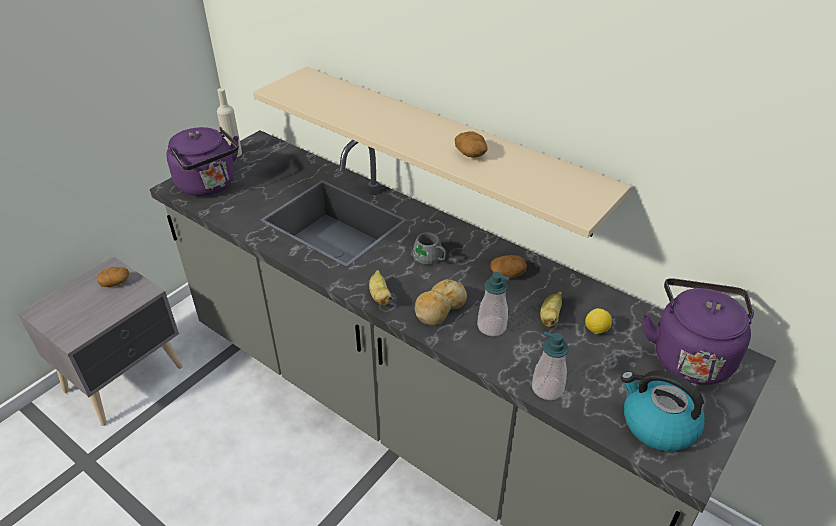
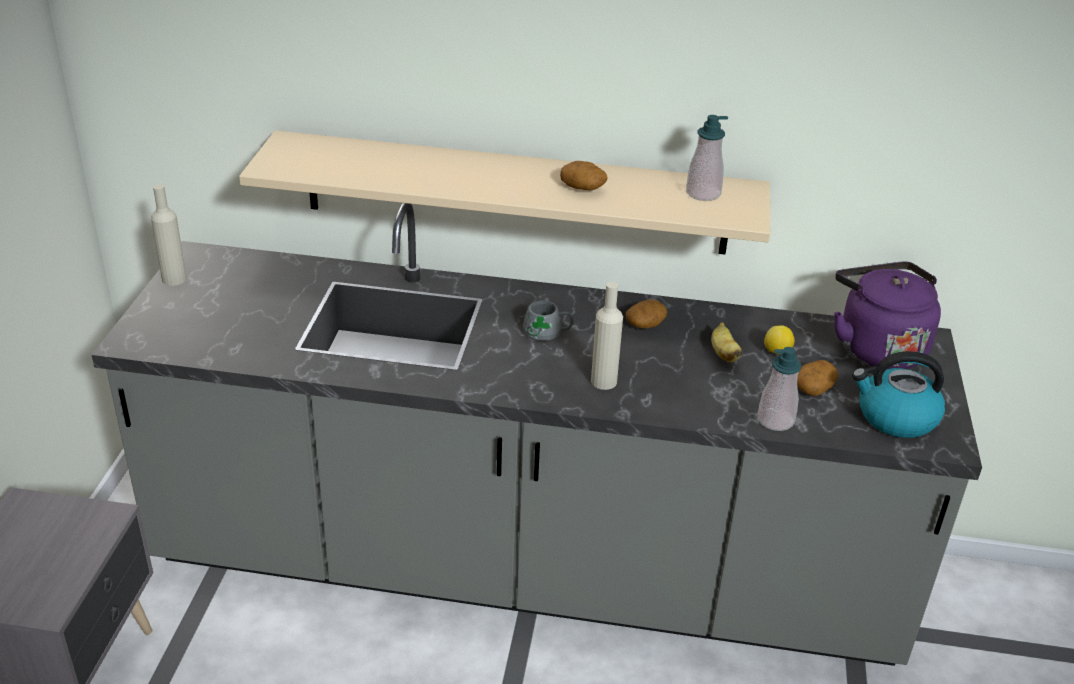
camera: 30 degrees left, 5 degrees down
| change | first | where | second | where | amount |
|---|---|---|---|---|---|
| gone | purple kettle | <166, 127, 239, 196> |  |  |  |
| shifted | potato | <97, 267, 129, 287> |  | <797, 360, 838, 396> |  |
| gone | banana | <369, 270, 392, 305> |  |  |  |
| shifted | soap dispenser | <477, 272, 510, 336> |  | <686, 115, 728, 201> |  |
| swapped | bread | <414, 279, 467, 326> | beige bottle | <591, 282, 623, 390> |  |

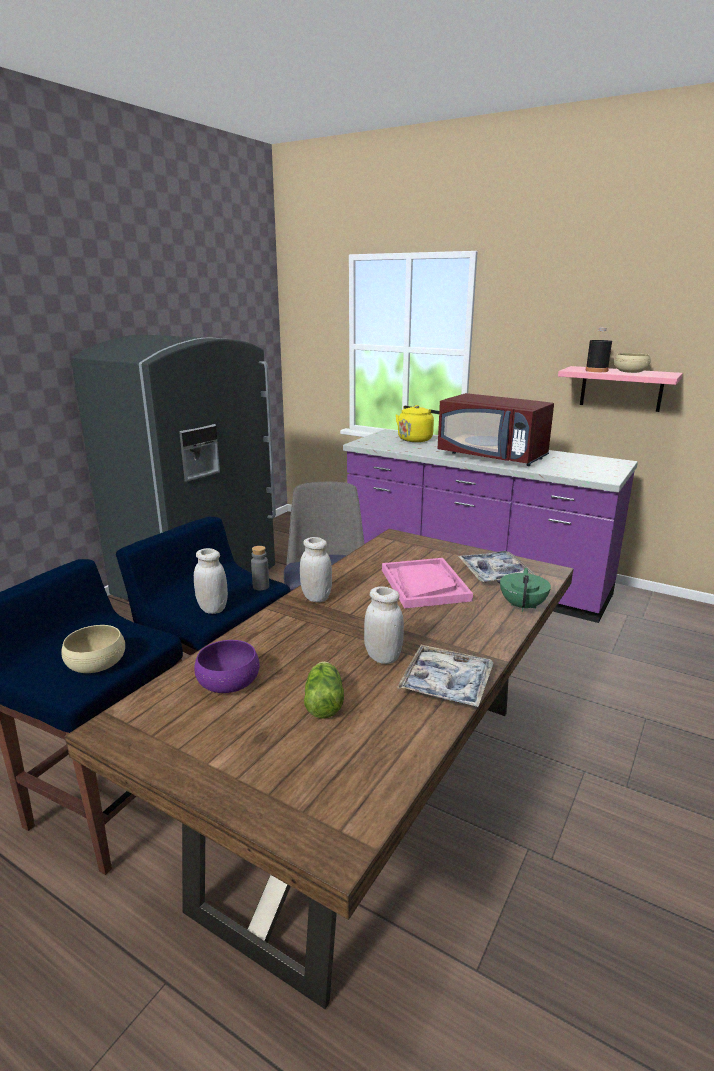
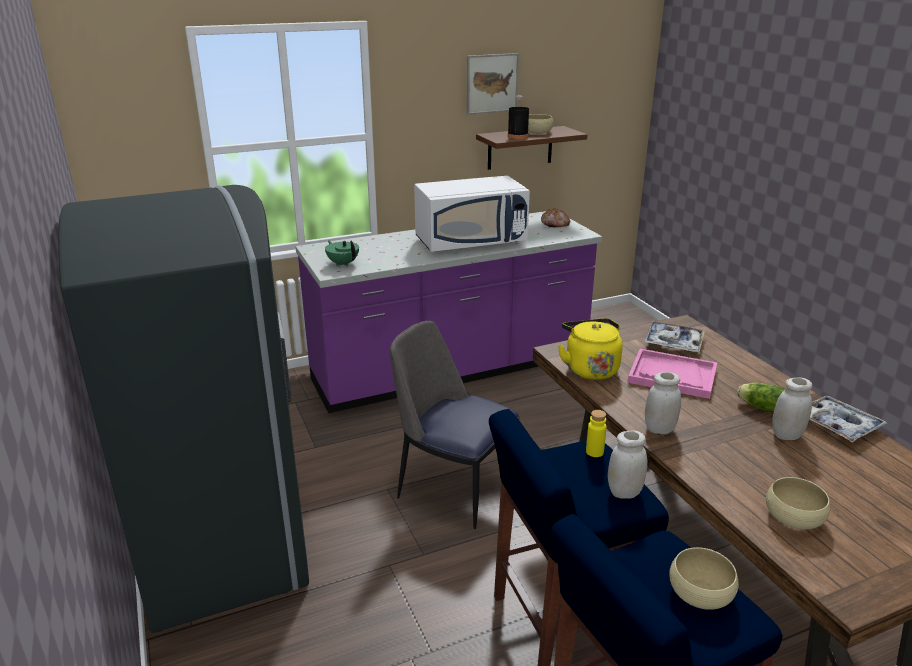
camera: 55 degrees left, 5 degrees up
| change | first | where | second | where | amount |
|---|---|---|---|---|---|
| repainted | pink shelf | <558, 366, 683, 412> | brown shelf | <476, 126, 587, 170> |  |
| repainted | red microwave | <438, 393, 554, 466> | white microwave | <414, 176, 530, 252> |  |
| shifted | yellow kettle | <396, 405, 439, 442> |  | <558, 318, 623, 380> |  |
| repainted | grey bottle | <251, 546, 269, 590> | yellow bottle | <586, 410, 607, 457> |  |
| shifted | green teapot | <500, 568, 551, 612> |  | <325, 240, 359, 266> |  |
| repainted | purple bowl | <194, 640, 260, 693> | beige bowl | <766, 477, 830, 529> |  |
| shifted | lettuce | <304, 662, 344, 718> |  | <737, 382, 785, 413> |  |
| new |  |  | picture | <467, 53, 519, 115> |  |
| new |  |  | bread | <541, 208, 571, 227> |  |

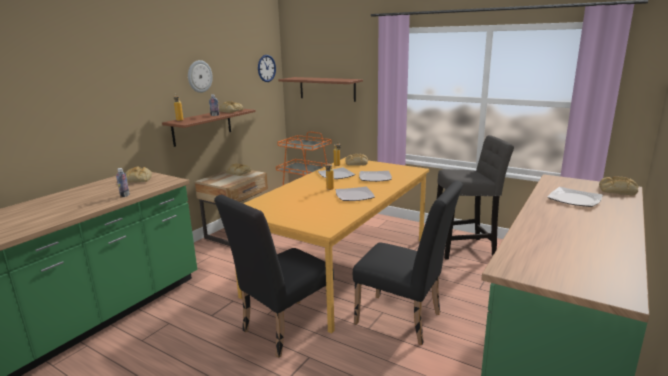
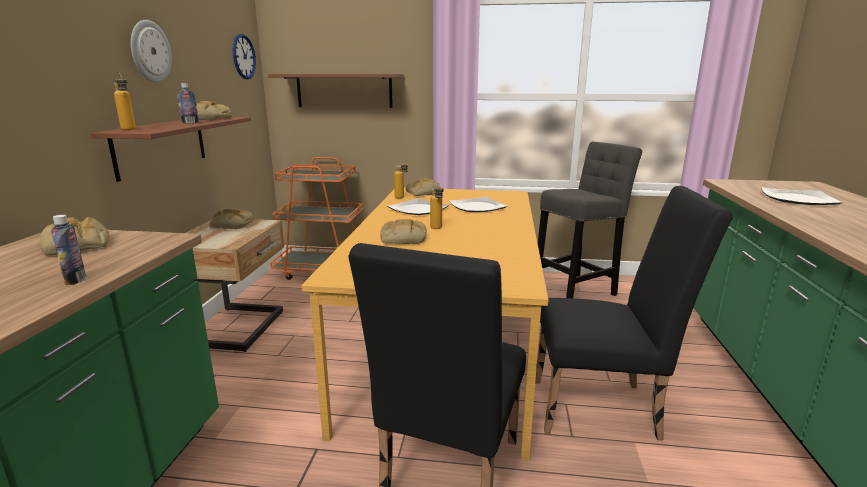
camera: 25 degrees left, 0 degrees up
| change | first | where | second | where | amount |
|---|---|---|---|---|---|
| shifted | bread | <599, 176, 638, 195> |  | <380, 219, 427, 244> |  |
| gone | plate | <336, 187, 375, 201> |  |  |  |

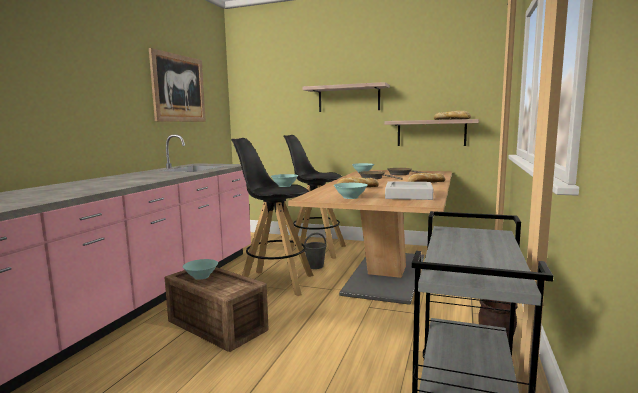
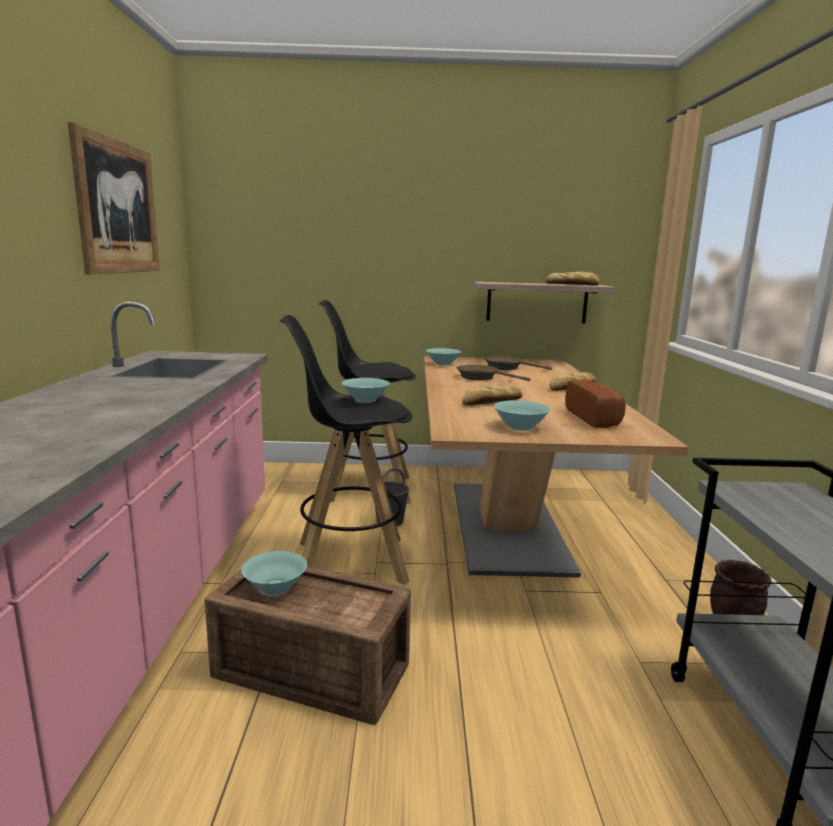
camera: 20 degrees left, 5 degrees up
| change | first | where | second | where | amount |
|---|---|---|---|---|---|
| gone | shelf | <303, 82, 390, 112> |  |  |  |
| swapped | grey tray | <385, 181, 433, 200> | bread | <566, 380, 626, 428> |  |

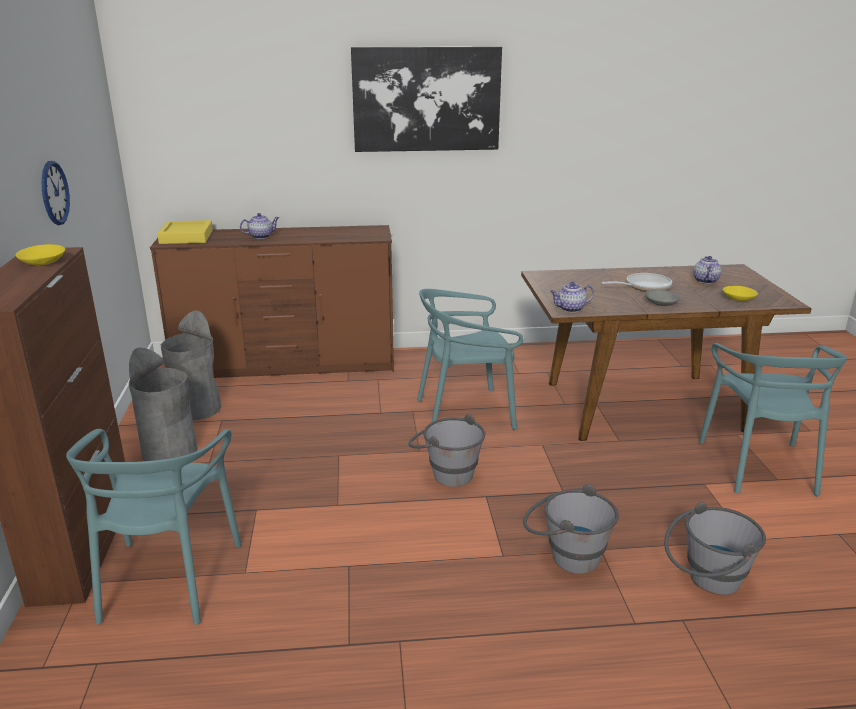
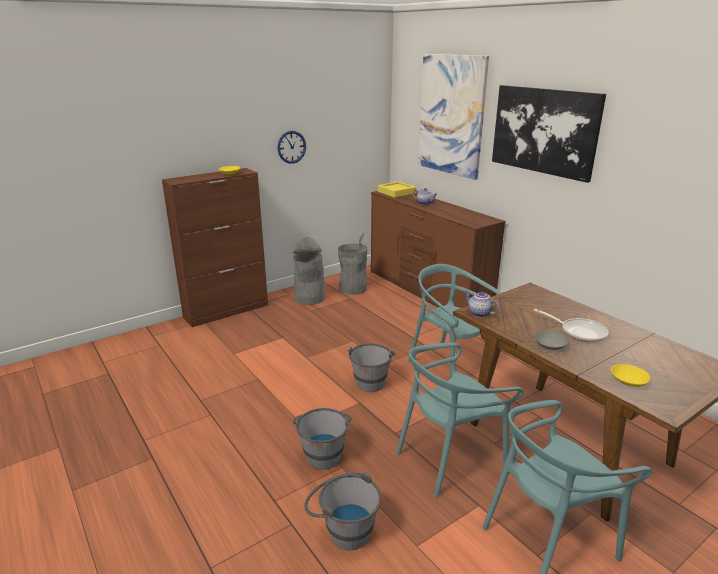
camera: 60 degrees right, 0 degrees up
| change | first | where | second | where | amount |
|---|---|---|---|---|---|
| gone | teapot | <693, 256, 722, 284> |  |  |  |
| shifted | turquoise chair | <66, 429, 241, 625> |  | <396, 342, 524, 497> |  |
| new |  |  | picture | <418, 54, 489, 180> |  |

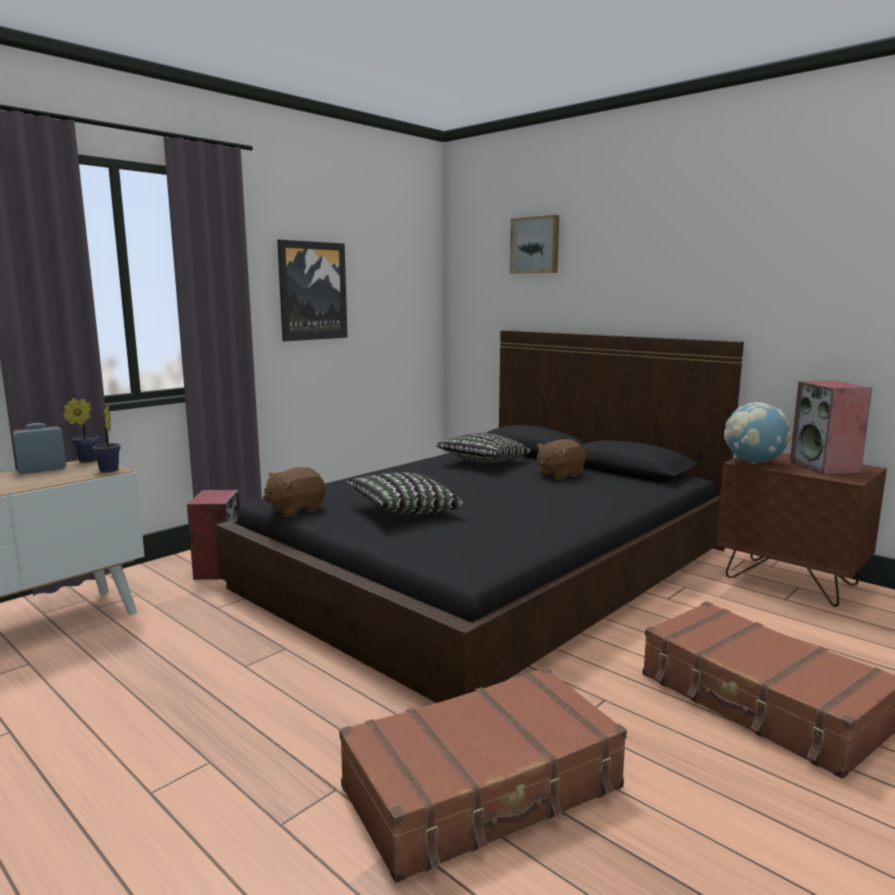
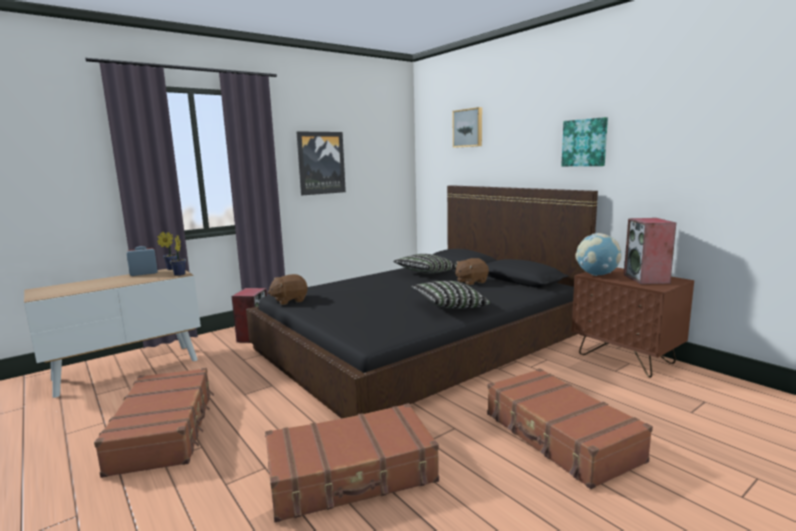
camera: 10 degrees right, 0 degrees up
| change | first | where | second | where | amount |
|---|---|---|---|---|---|
| shifted | pillow | <347, 472, 464, 514> |  | <412, 281, 490, 309> |  |
| new |  |  | picture | <561, 117, 608, 166> |  |
| new |  |  | brown suitcase | <94, 368, 214, 478> |  |

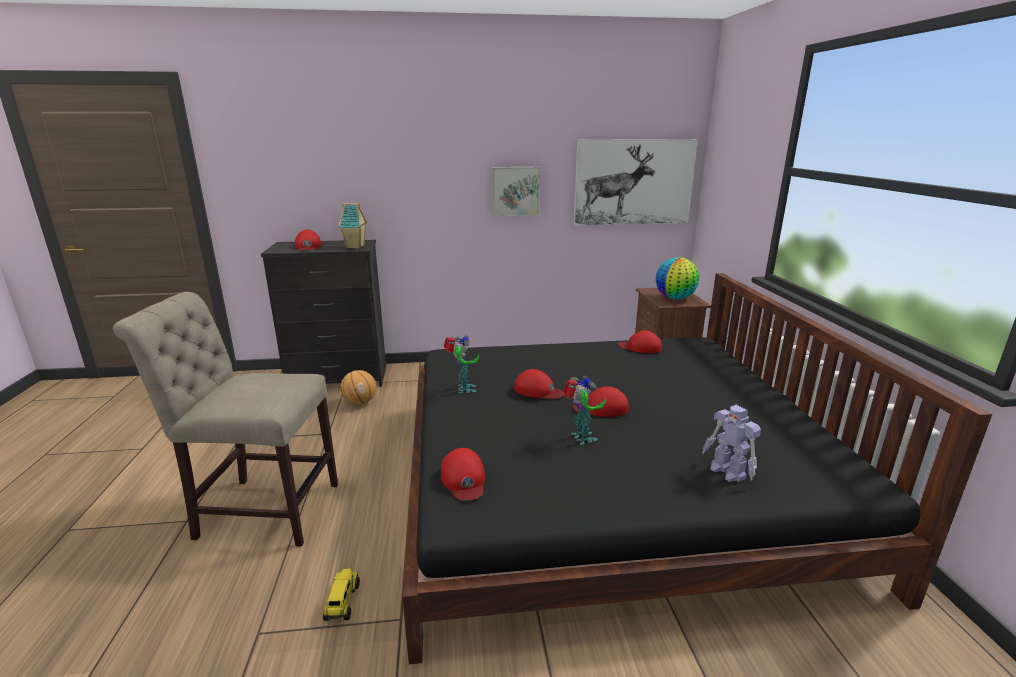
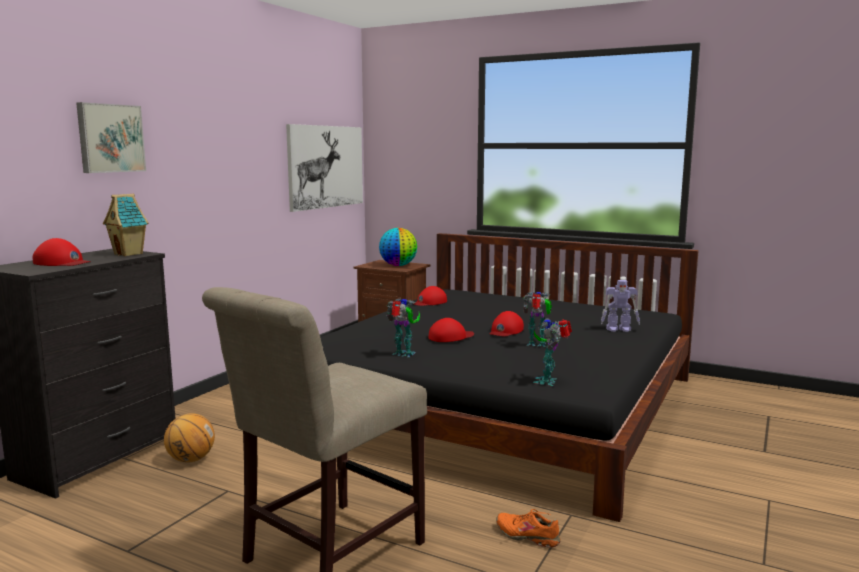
camera: 55 degrees left, 10 degrees down
| change | first | where | second | where | amount |
|---|---|---|---|---|---|
| shifted | picture | <492, 167, 540, 216> |  | <76, 102, 146, 173> |  |
| swapped | red cap | <441, 448, 485, 501> | toy robot | <533, 318, 572, 386> |  |
| swapped | toy truck | <323, 568, 360, 621> | orange shoe | <496, 509, 561, 548> |  |

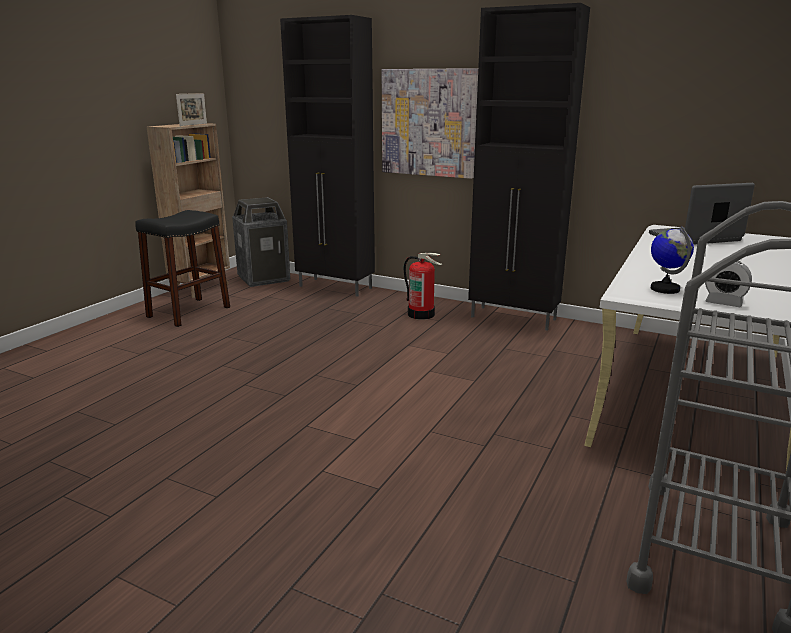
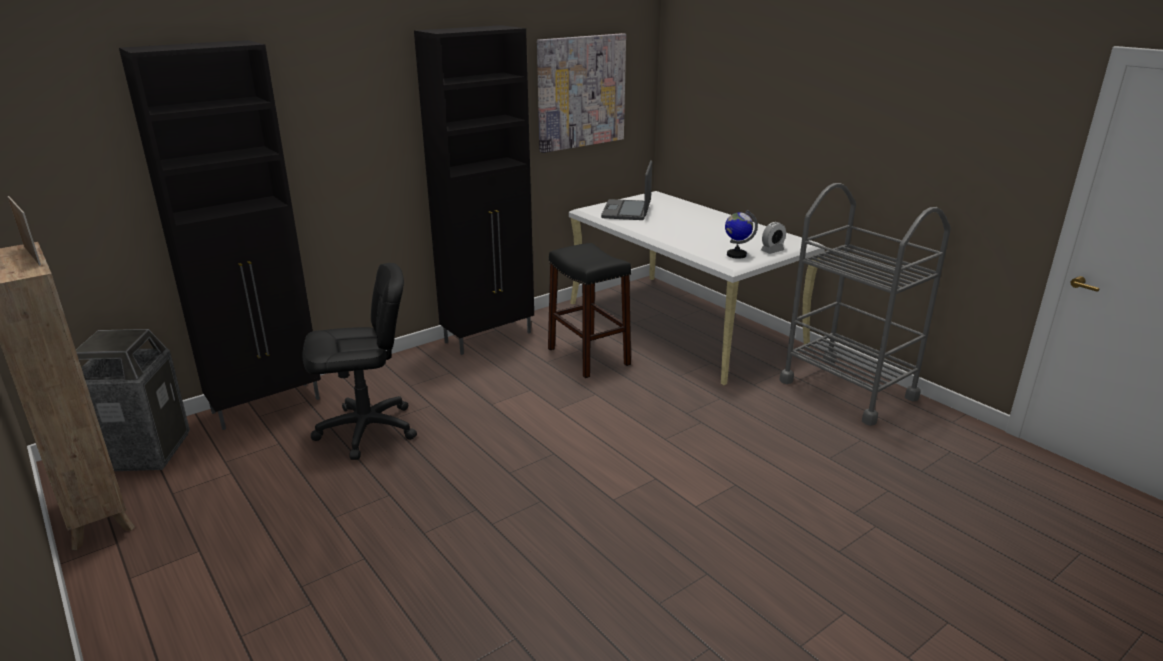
camera: 65 degrees left, 5 degrees up
| change | first | where | second | where | amount |
|---|---|---|---|---|---|
| shifted | picture | <382, 68, 478, 179> |  | <537, 33, 626, 153> |  |
| shifted | black stool | <135, 210, 230, 327> |  | <548, 243, 631, 378> |  |
| gone | fire extinguisher | <403, 253, 442, 320> |  |  |  |
| new |  |  | black office chair | <302, 263, 417, 460> |  |

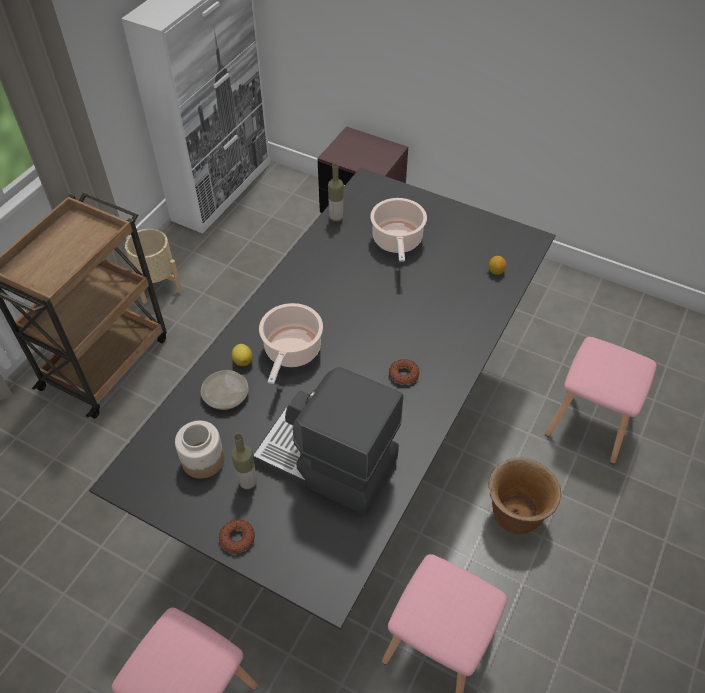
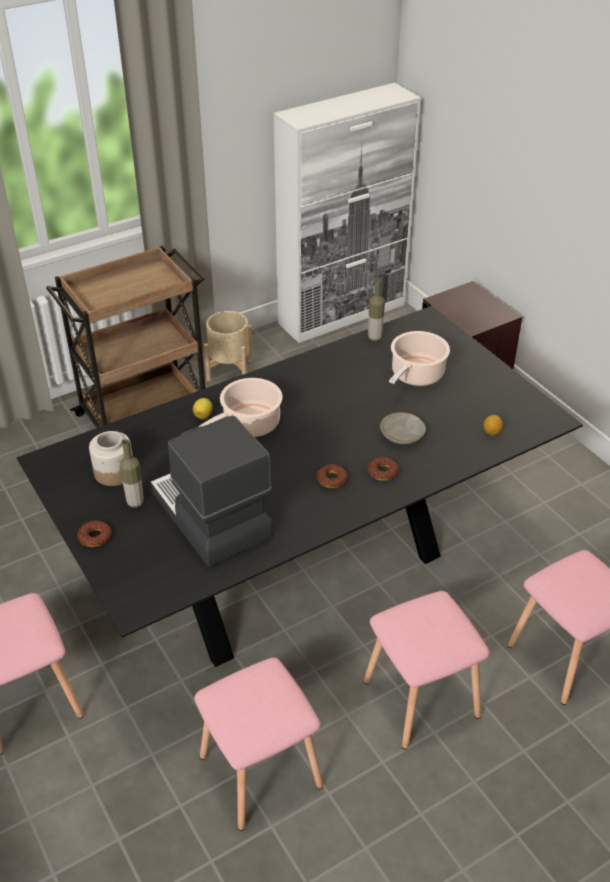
camera: 30 degrees right, 10 degrees down
| change | first | where | second | where | amount |
|---|---|---|---|---|---|
| shifted | beige plate | <201, 370, 249, 410> |  | <380, 412, 426, 444> |  |
| swapped | brown planter | <488, 457, 561, 534> | pink stool | <363, 591, 490, 749> |  |
| new |  |  | donut | <368, 457, 399, 481> |  |

